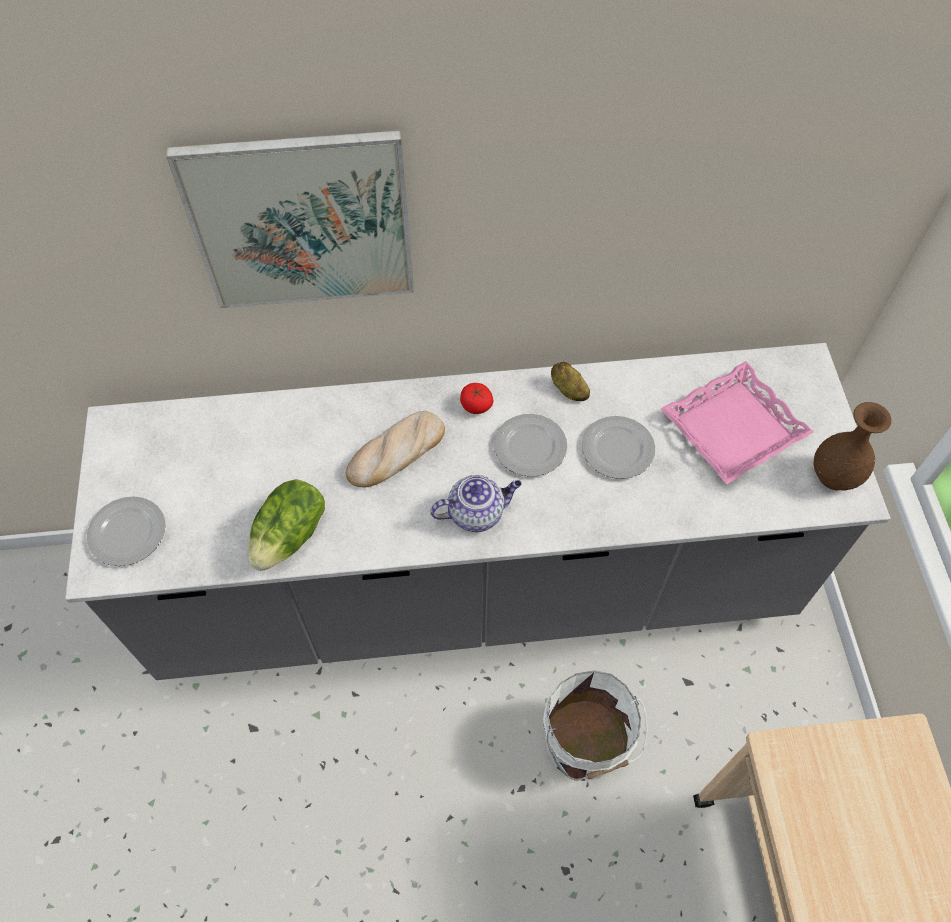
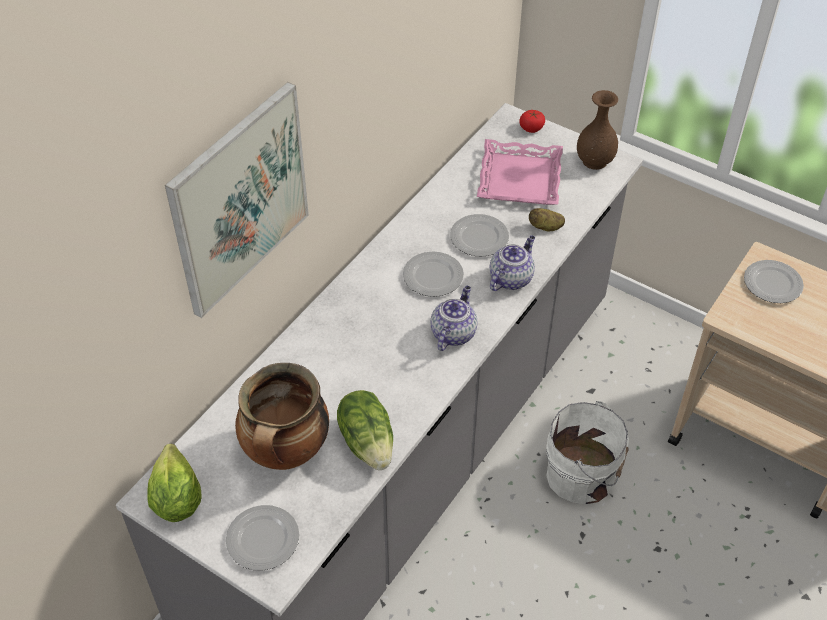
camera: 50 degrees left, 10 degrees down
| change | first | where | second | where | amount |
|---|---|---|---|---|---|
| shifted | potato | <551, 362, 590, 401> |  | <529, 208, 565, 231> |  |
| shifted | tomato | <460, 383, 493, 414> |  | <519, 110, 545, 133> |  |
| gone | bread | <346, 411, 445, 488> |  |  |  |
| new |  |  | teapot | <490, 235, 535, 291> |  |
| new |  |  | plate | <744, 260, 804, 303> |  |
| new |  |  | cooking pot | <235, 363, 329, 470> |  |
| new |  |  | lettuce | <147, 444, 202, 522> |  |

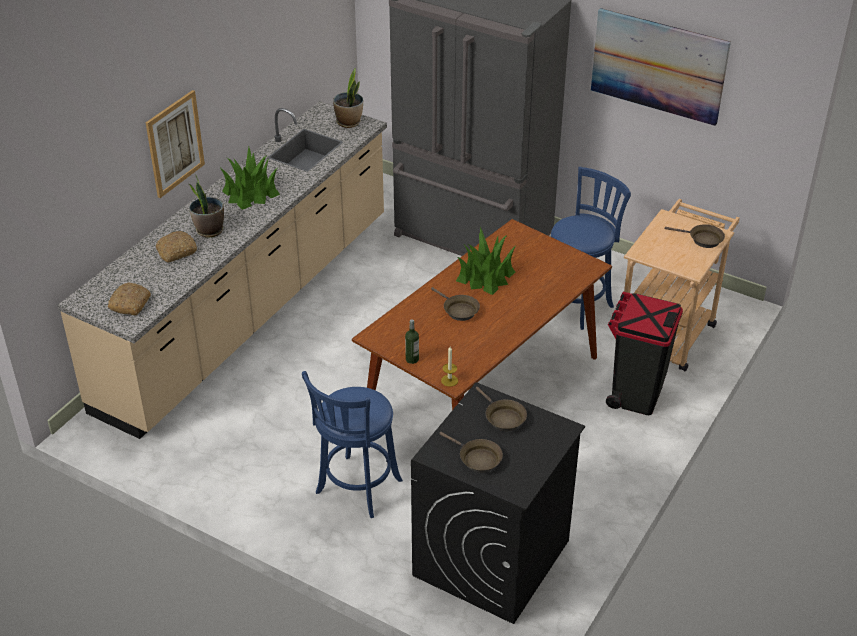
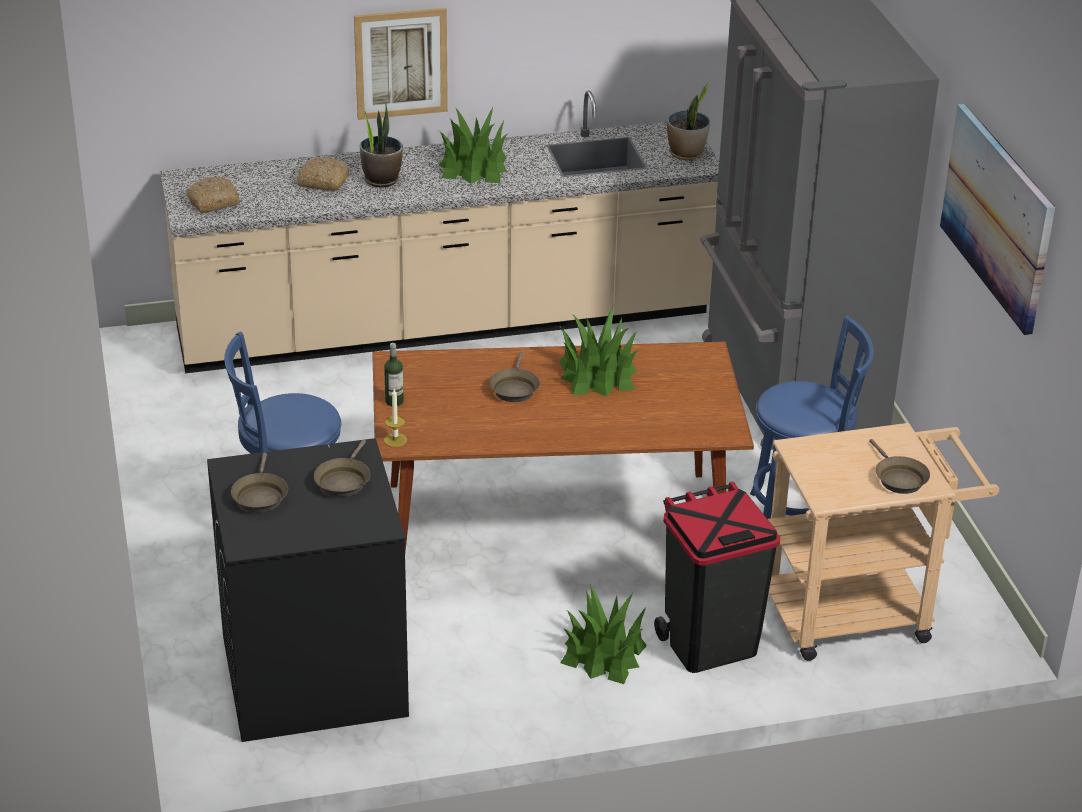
camera: 45 degrees right, 5 degrees down
| change | first | where | second | where | amount |
|---|---|---|---|---|---|
| new |  |  | potted plant | <560, 585, 647, 684> |  |

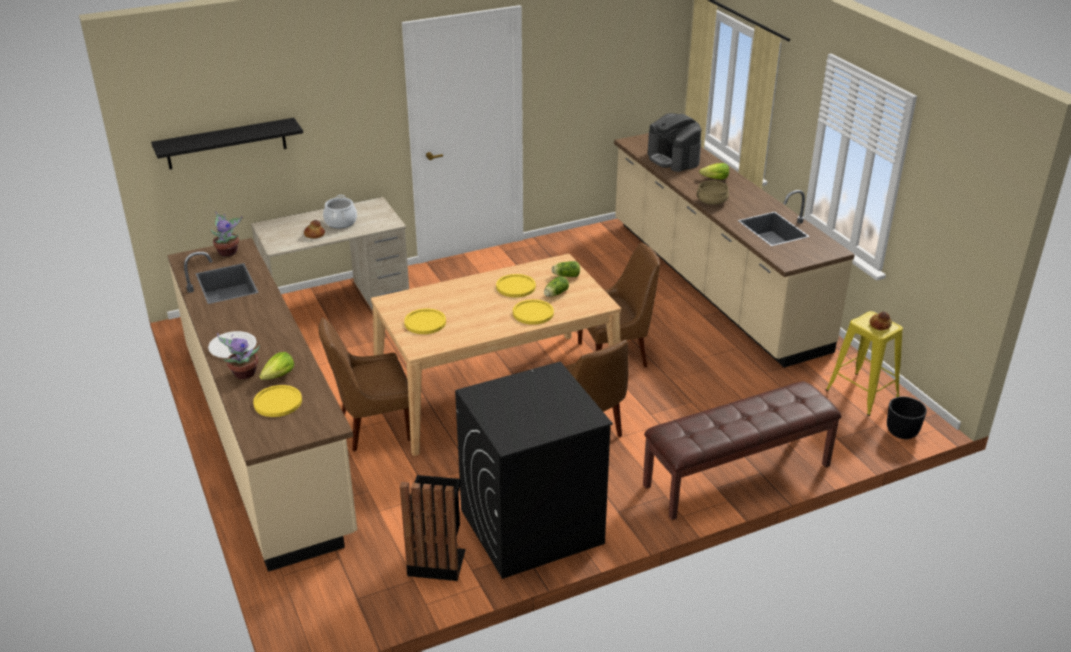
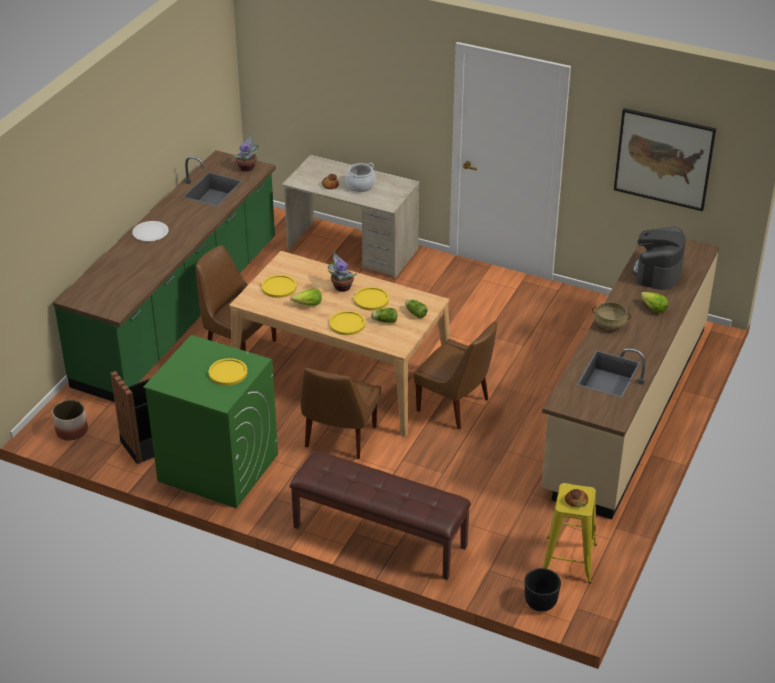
camera: 50 degrees right, 5 degrees up
| change | first | where | second | where | amount |
|---|---|---|---|---|---|
| gone | black shelf | <151, 118, 303, 170> |  |  |  |
| repainted | beige counter | <167, 238, 357, 572> | green counter | <53, 150, 276, 402> |  |
| shifted | potted plant | <217, 333, 260, 379> |  | <328, 250, 357, 292> |  |
| shifted | lettuce | <259, 352, 294, 380> |  | <291, 289, 321, 306> |  |
| repainted | black washing machine | <455, 362, 613, 579> | green washing machine | <143, 335, 278, 508> |  |
| shifted | yellow plate | <253, 385, 302, 417> |  | <209, 358, 247, 386> |  |
| new |  |  | picture | <614, 108, 716, 211> |  |
| new |  |  | planter | <52, 400, 88, 440> |  |

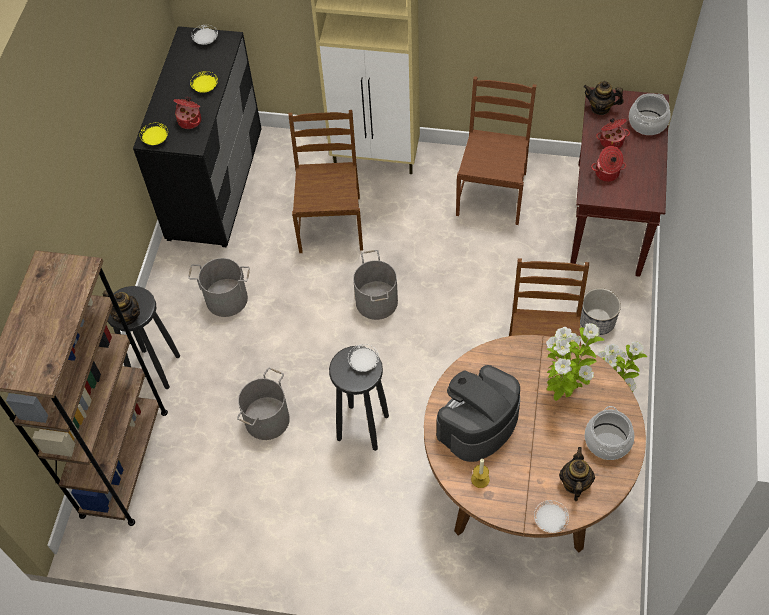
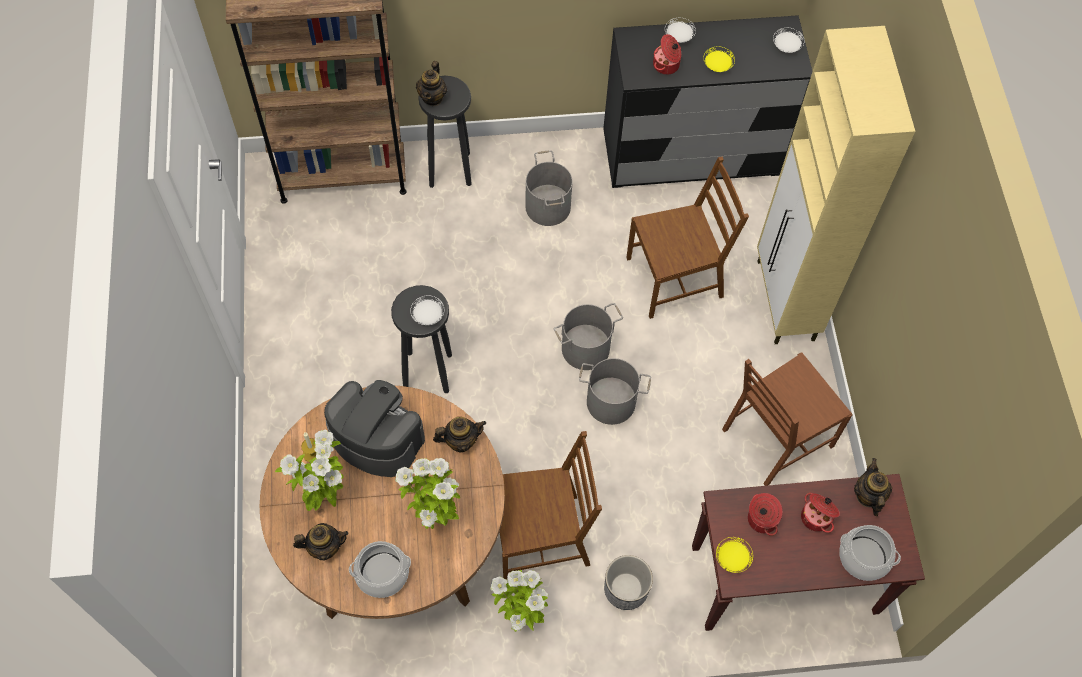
camera: 70 degrees right, 5 degrees up
| change | first | where | second | where | amount |
|---|---|---|---|---|---|
| rotated | brown chair | <456, 76, 536, 225> |  | <722, 352, 853, 486> | 150 degrees clockwise |
| shifted | yellow plate | <140, 123, 168, 145> |  | <716, 537, 753, 573> |  |
| shifted | grey bucket | <237, 368, 290, 440> |  | <579, 358, 651, 425> |  |
| shifted | white plate | <534, 500, 569, 533> |  | <665, 18, 696, 43> |  |
| new |  |  | teapot | <433, 417, 486, 452> |  |
| new |  |  | potted plant | <275, 430, 344, 511> |  |

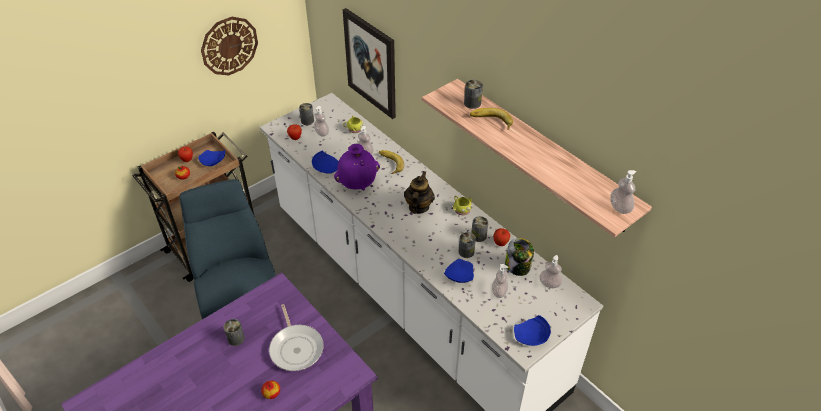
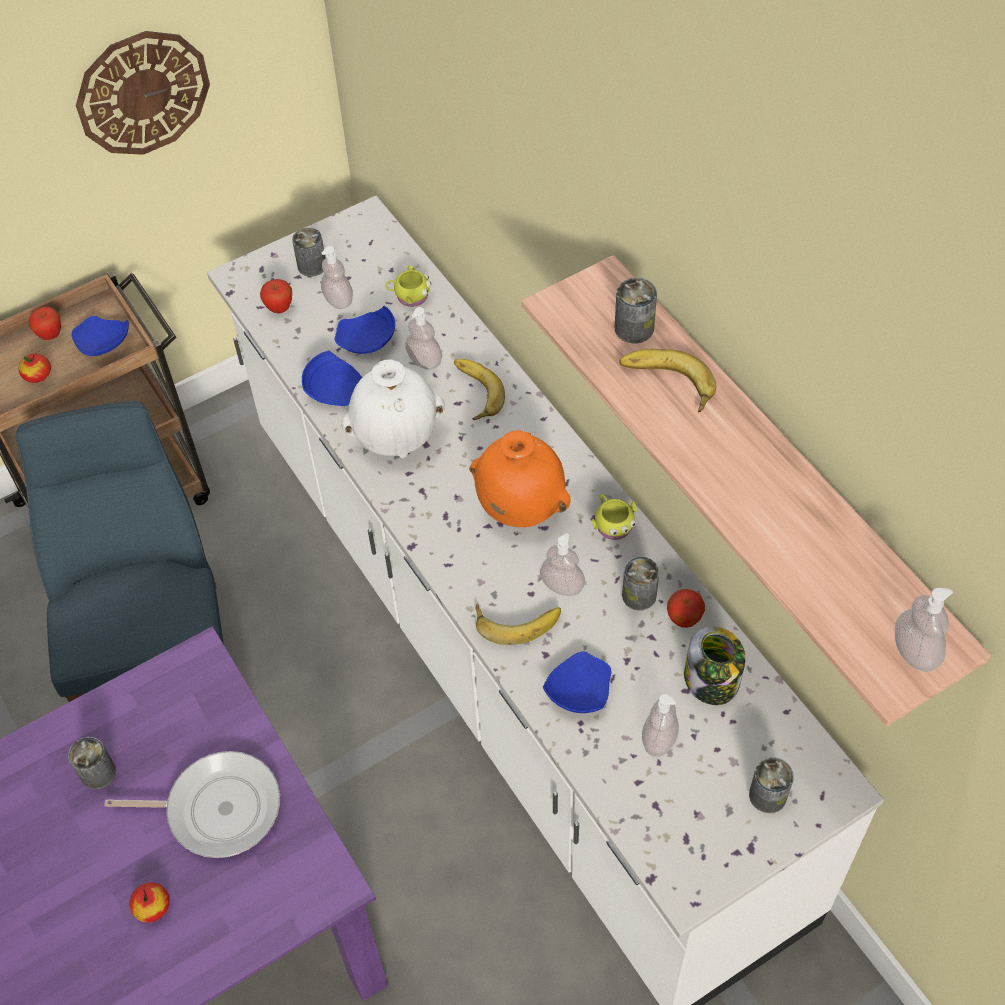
camera: 10 degrees right, 10 degrees up
| change | first | where | second | where | amount |
|---|---|---|---|---|---|
| gone | picture | <343, 8, 396, 119> |  |  |  |
| repainted | purple vase | <334, 144, 380, 190> | white vase | <341, 359, 445, 458> |  |
| swapped | teapot | <404, 171, 435, 214> | orange vase | <469, 430, 571, 527> |  |
| shifted | can | <459, 232, 476, 258> |  | <749, 757, 794, 813> |  |
| shifted | soap dispenser | <539, 255, 563, 288> |  | <540, 533, 585, 596> |  |
| rotated | frying pan | <269, 304, 324, 371> |  | <104, 751, 280, 858> | 75 degrees counterclockwise |
| shifted | blue plate | <514, 315, 551, 346> |  | <334, 306, 395, 354> |  |
| new |  |  | banana | <476, 602, 561, 645> |  |

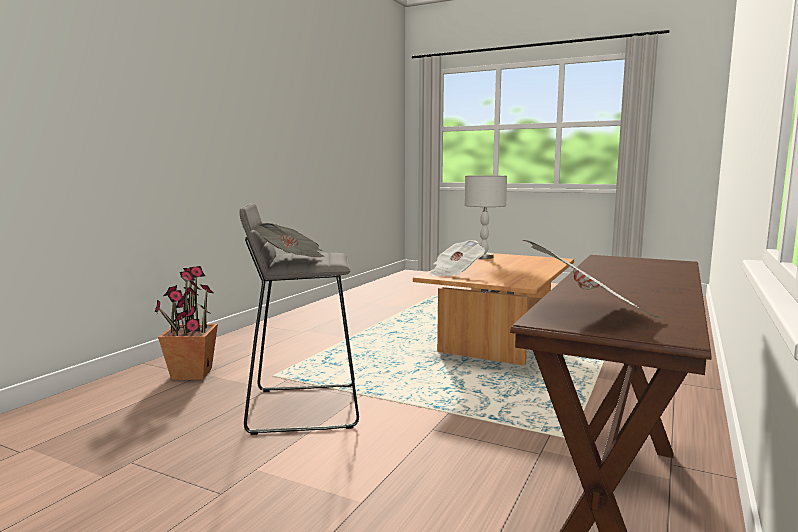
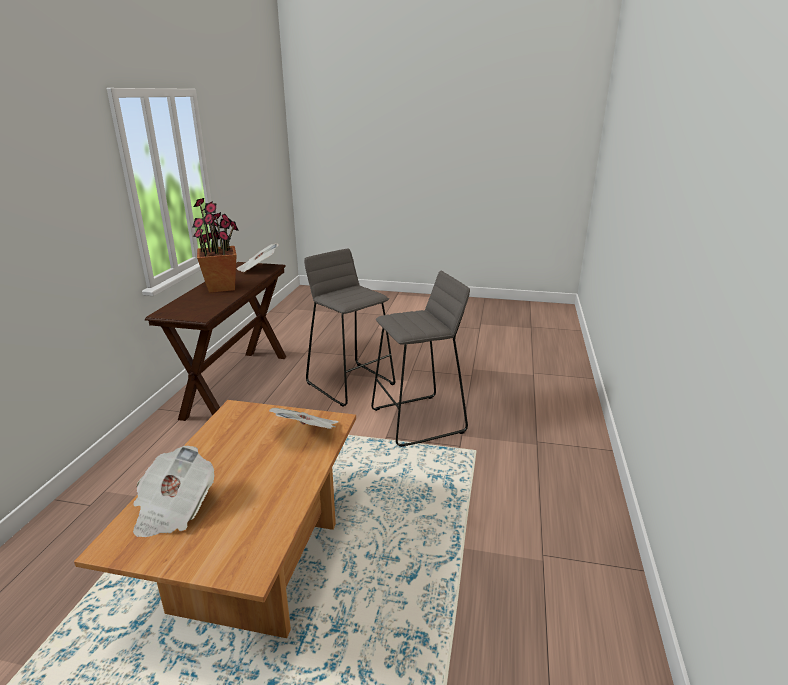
camera: 165 degrees right, 15 degrees up
| change | first | where | second | where | amount |
|---|---|---|---|---|---|
| gone | grey table lamp | <464, 175, 507, 259> |  |  |  |
| shifted | newspaper | <252, 223, 324, 257> |  | <133, 446, 215, 537> |  |
| shifted | potted plant | <155, 266, 218, 380> |  | <192, 198, 239, 293> |  |
| new |  |  | grey stool | <304, 249, 395, 407> |  |

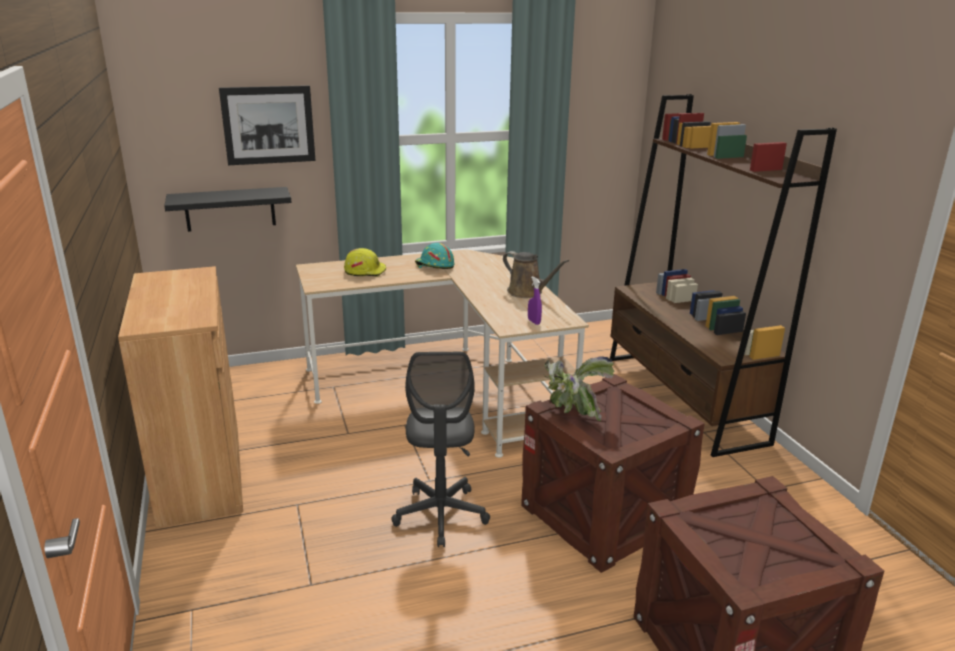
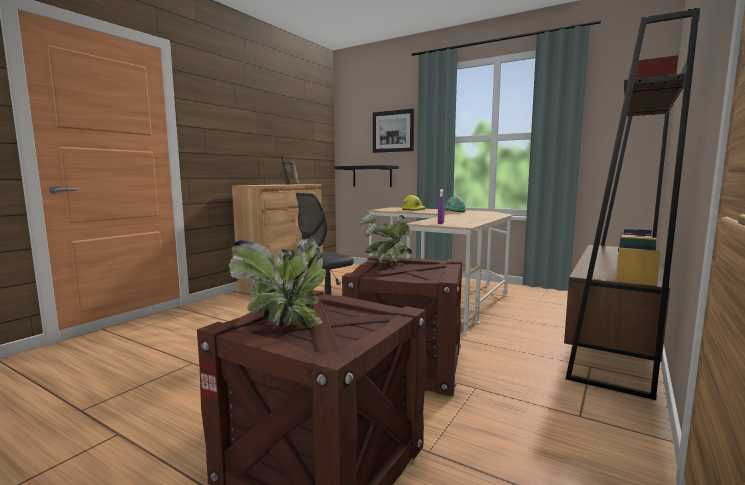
camera: 50 degrees right, 15 degrees down
| change | first | where | second | where | amount |
|---|---|---|---|---|---|
| shifted | brown watering can | <503, 251, 569, 298> |  | <279, 156, 299, 185> |  |
| new |  |  | potted plant | <229, 238, 326, 327> |  |

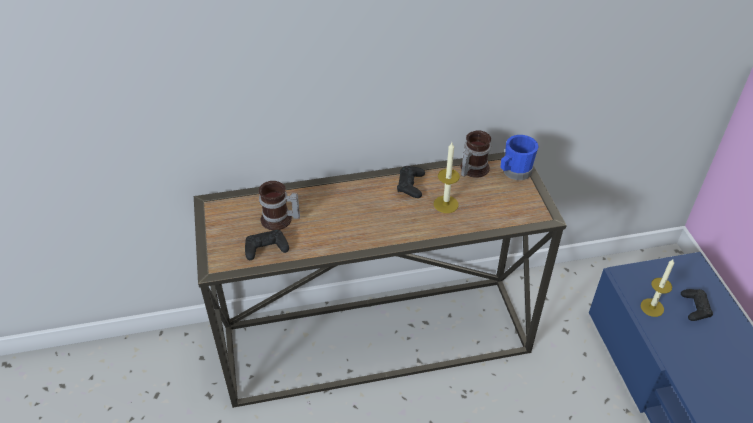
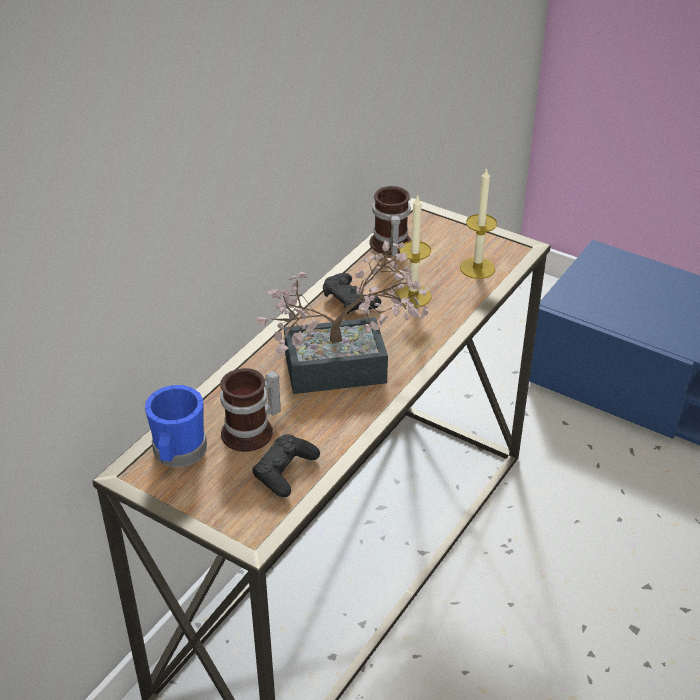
camera: 45 degrees left, 5 degrees down
| change | first | where | second | where | amount |
|---|---|---|---|---|---|
| shifted | blue mug | <500, 135, 539, 180> |  | <145, 385, 207, 467> |  |
| shifted | candle | <641, 258, 674, 317> |  | <460, 168, 497, 279> |  |
| gone | black game controller | <681, 289, 713, 321> |  |  |  |
| new |  |  | potted plant | <256, 240, 429, 394> |  |

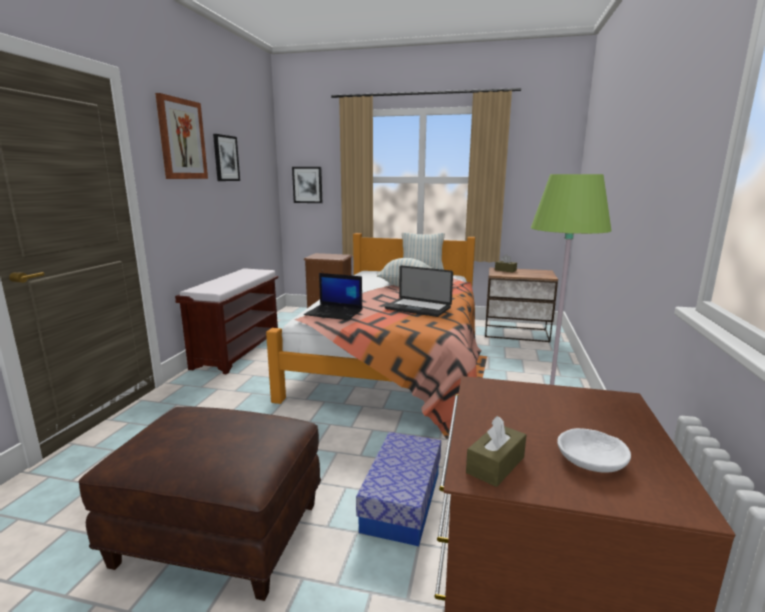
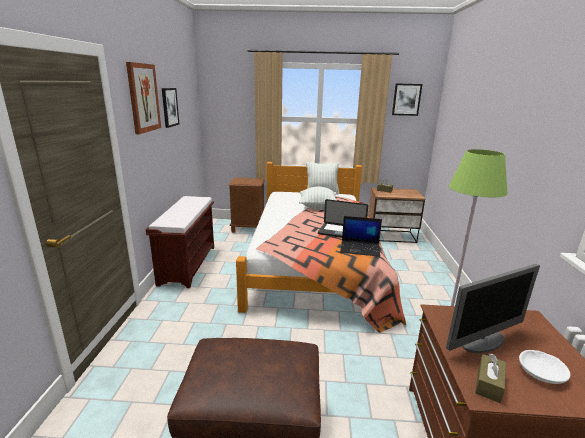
camera: 10 degrees left, 5 degrees up
| change | first | where | second | where | amount |
|---|---|---|---|---|---|
| shifted | picture | <292, 167, 322, 203> |  | <392, 83, 423, 116> |  |
| shifted | laptop | <304, 273, 362, 320> |  | <340, 216, 382, 257> |  |
| gone | storage box | <356, 432, 441, 546> |  |  |  |
| new |  |  | monitor | <446, 264, 540, 353> |  |

